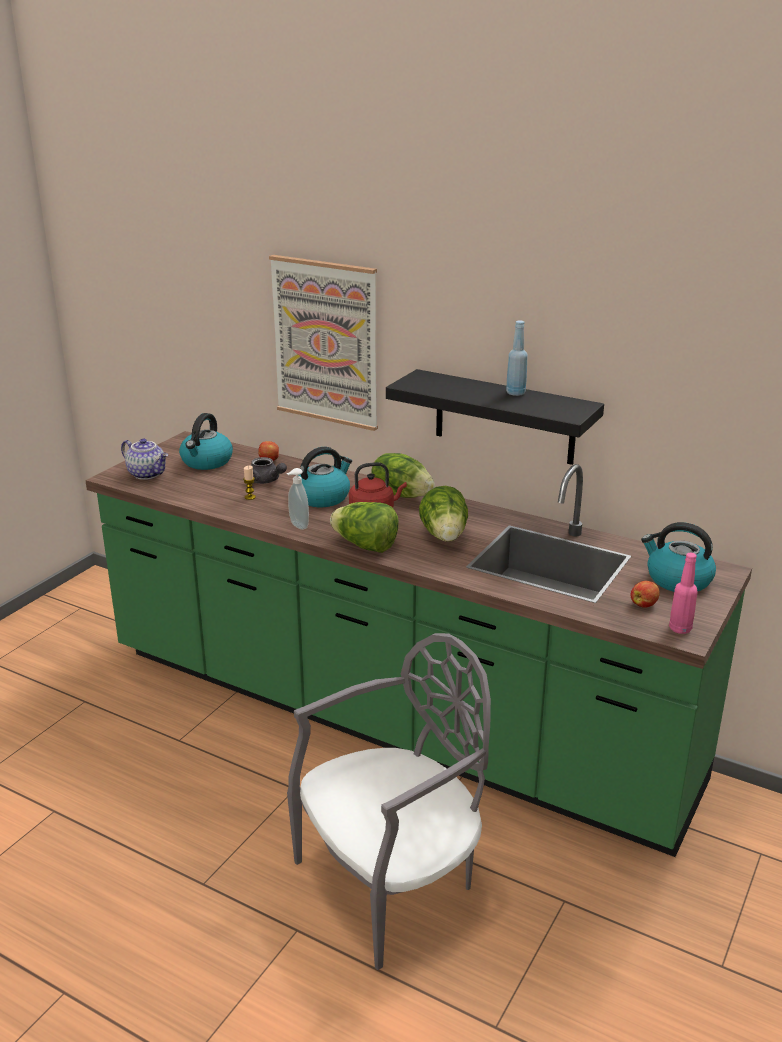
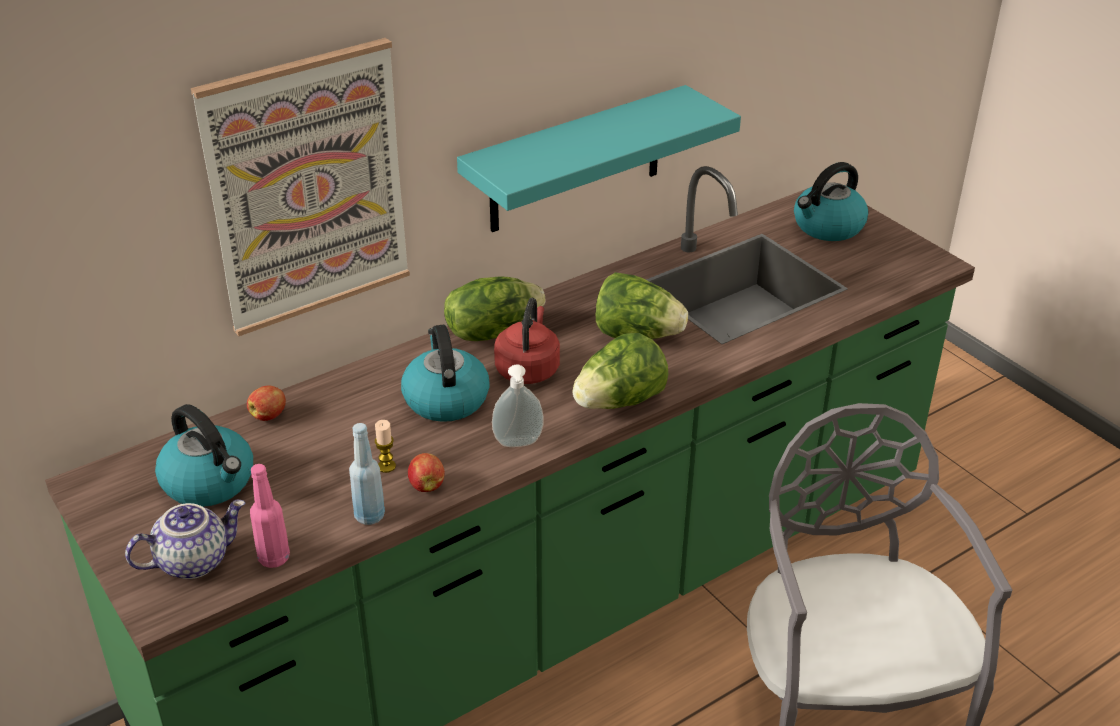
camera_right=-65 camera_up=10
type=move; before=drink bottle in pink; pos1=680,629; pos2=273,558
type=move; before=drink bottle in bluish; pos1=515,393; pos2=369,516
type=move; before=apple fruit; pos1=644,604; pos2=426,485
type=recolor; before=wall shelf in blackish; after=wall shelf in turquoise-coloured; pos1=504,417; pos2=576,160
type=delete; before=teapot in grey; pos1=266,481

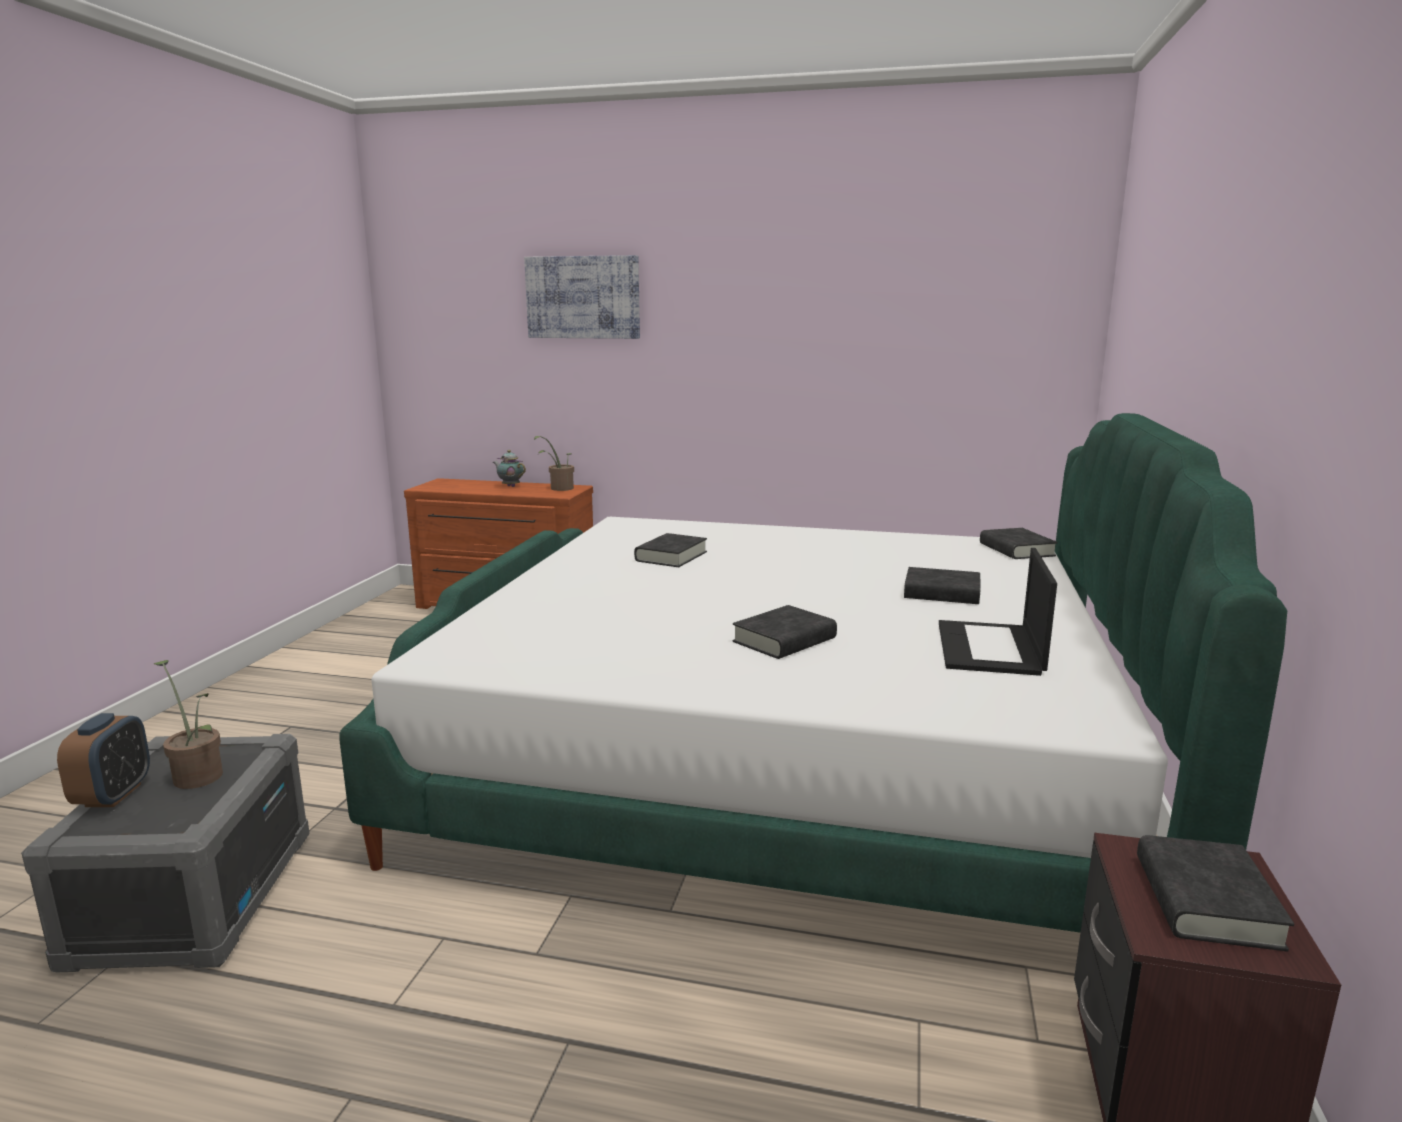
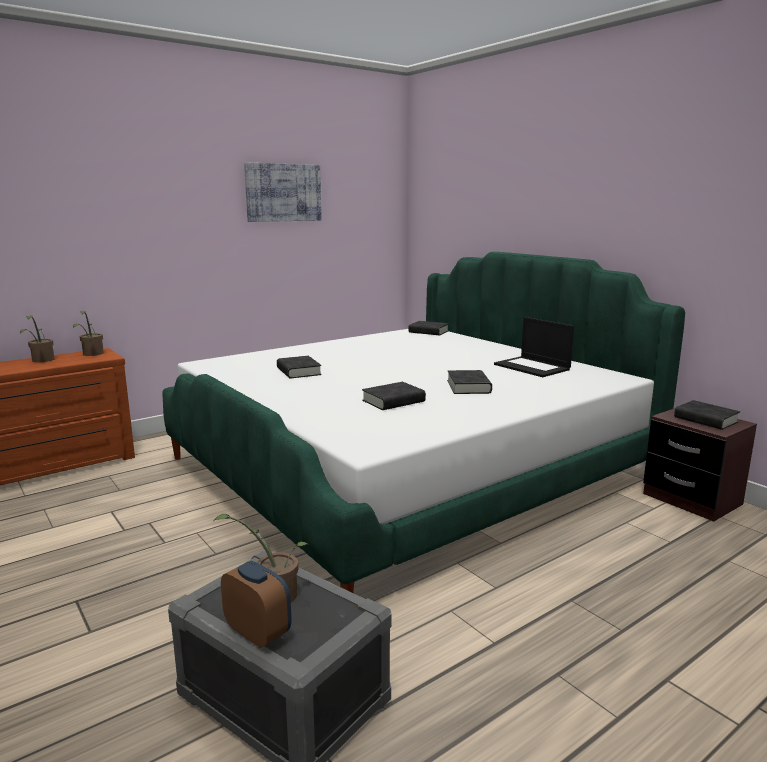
camera_right=-50 camera_up=0
type=replace; before=teapot; after=plant in a pot; pos1=510,486; pos2=41,360
type=move; before=picture; pos1=583,297; pos2=283,192
type=move; before=book in blackish; pos1=941,593; pos2=393,401

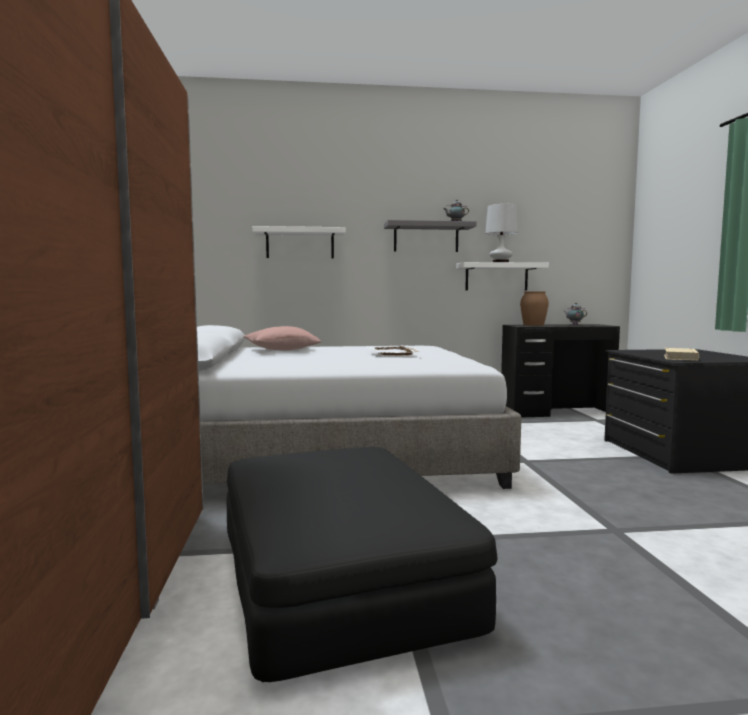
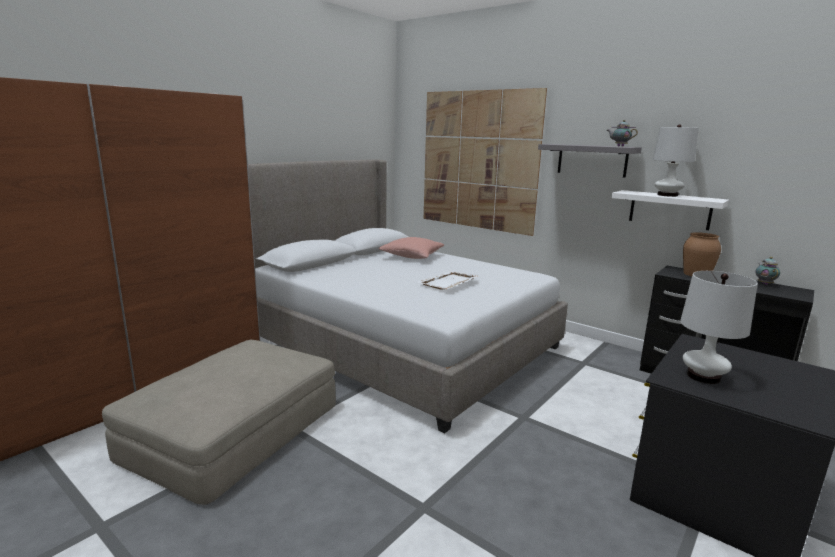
camera_right=45 camera_up=10
type=recolor; before=ottoman in blackish; after=ottoman in sand-coloured; pos1=337,573; pos2=233,430
type=replace; before=wall shelf in white; after=picture; pos1=300,244; pos2=478,161
type=replace; before=book in sand-coloured; after=table lamp in white; pos1=681,357; pos2=703,376

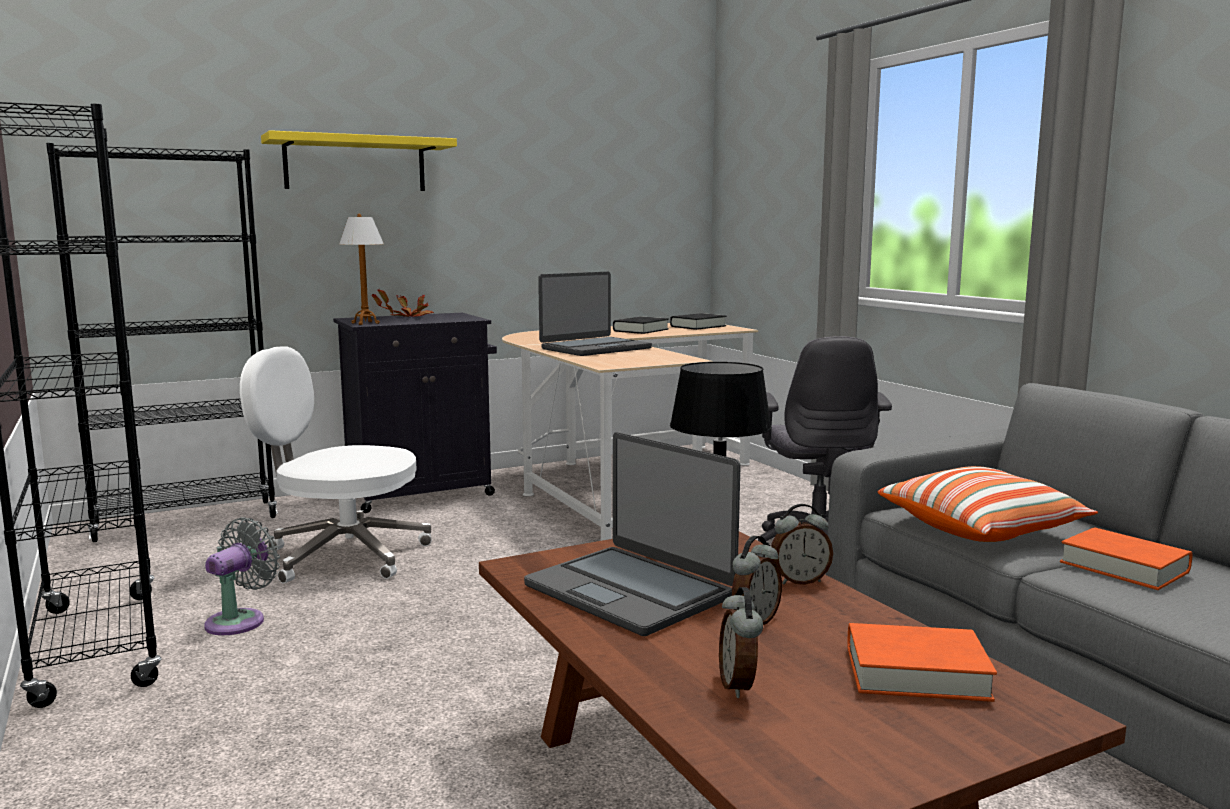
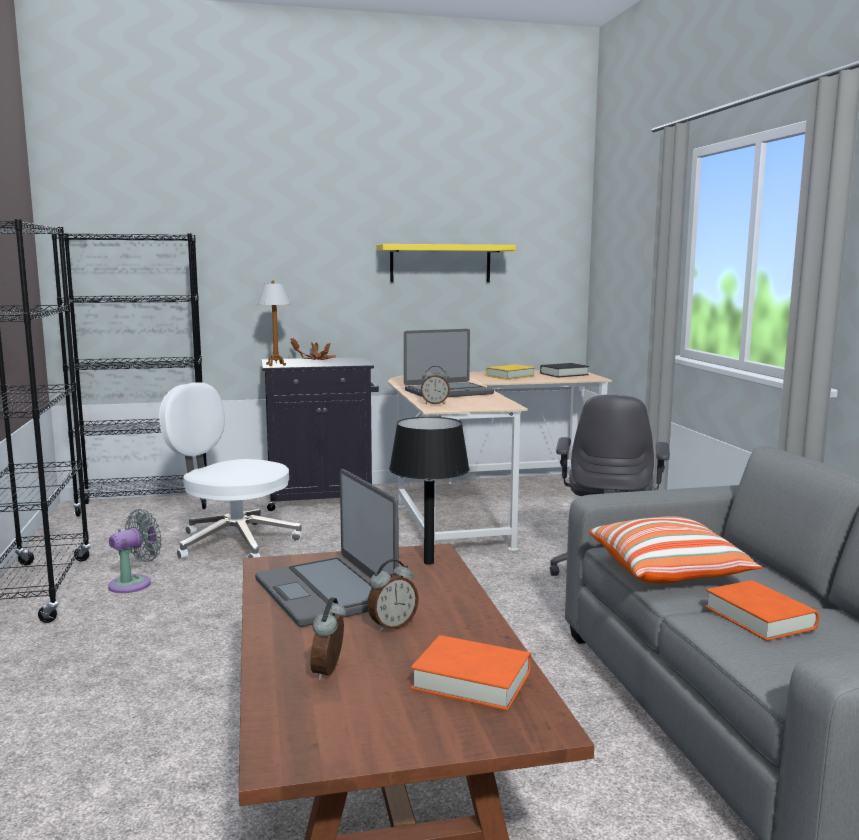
camera_right=15 camera_up=0
type=move; before=wall shelf in yellowish; pos1=355,164; pos2=440,263
type=move; before=alarm clock; pos1=799,581; pos2=435,404
type=recolor; before=book in blackish; after=book in yellowish; pos1=640,330; pos2=510,376

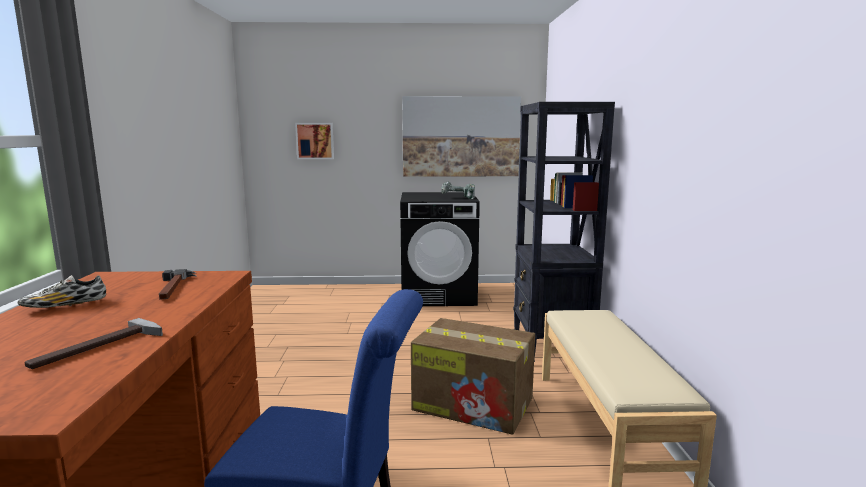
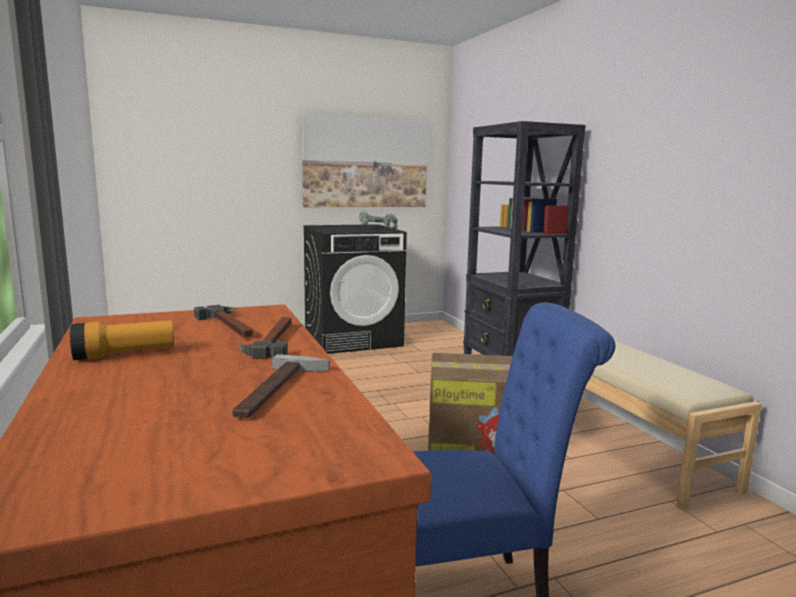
camera_right=-20 camera_up=0
type=replace; before=shoe; after=torch; pos1=65,306; pos2=125,354
type=insert; after=hammer; pos2=273,340
type=delete; before=picture; pos1=315,141

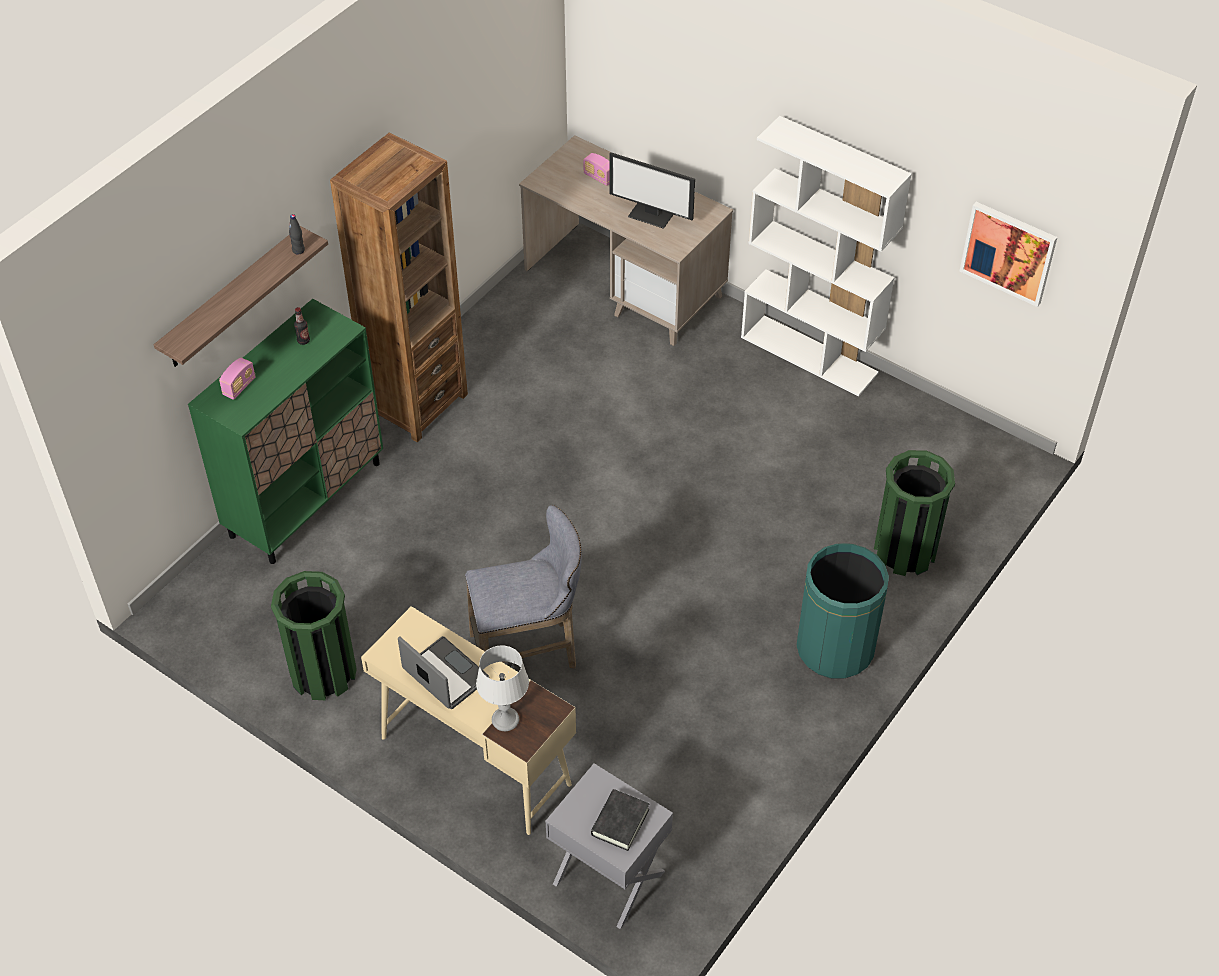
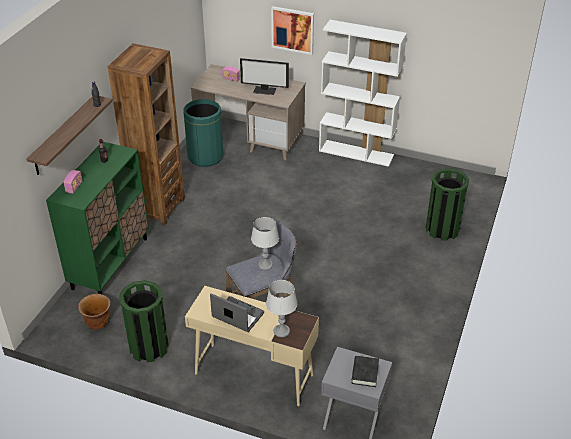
camera_right=-15 camera_up=-10
type=insert; after=flower pot in brown; pos2=97,322
type=move; before=trash can in green-coloured; pos1=835,648; pos2=205,156
type=insert; after=table lamp in grey; pos2=265,265
type=move; before=picture; pos1=1008,252; pos2=293,30

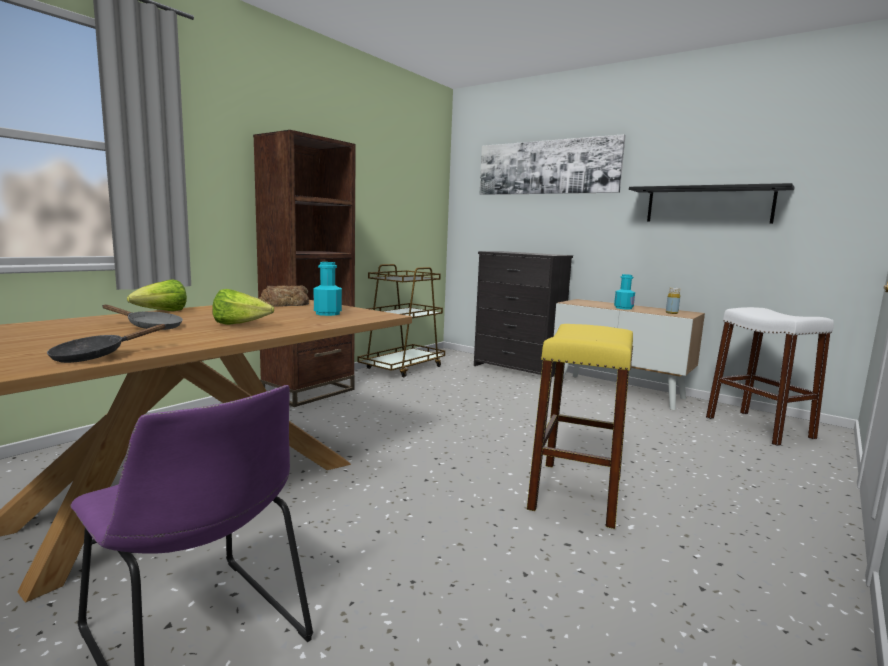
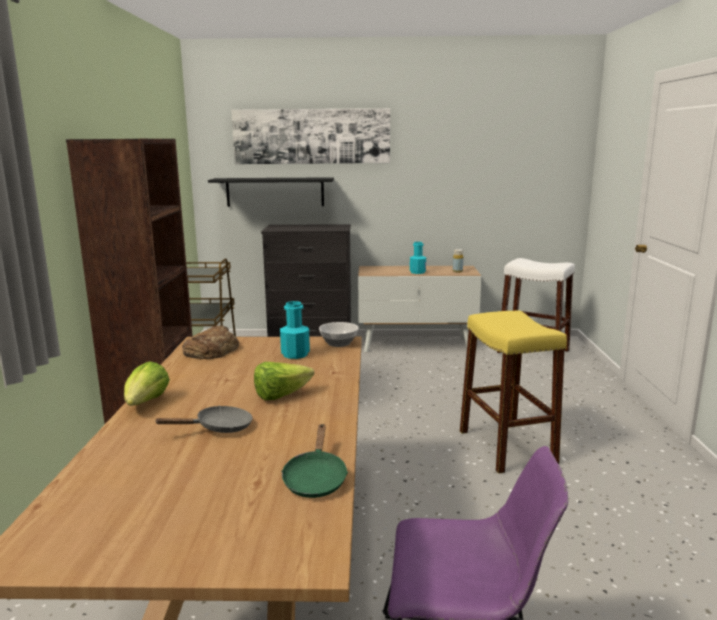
camera_right=-35 camera_up=5
type=move; before=wall shelf in blackish; pos1=708,205; pos2=275,192
type=recolor; before=frying pan in blackish; after=frying pan in green-coloured; pos1=96,356; pos2=315,479
type=insert; after=serving bowl; pos2=338,343

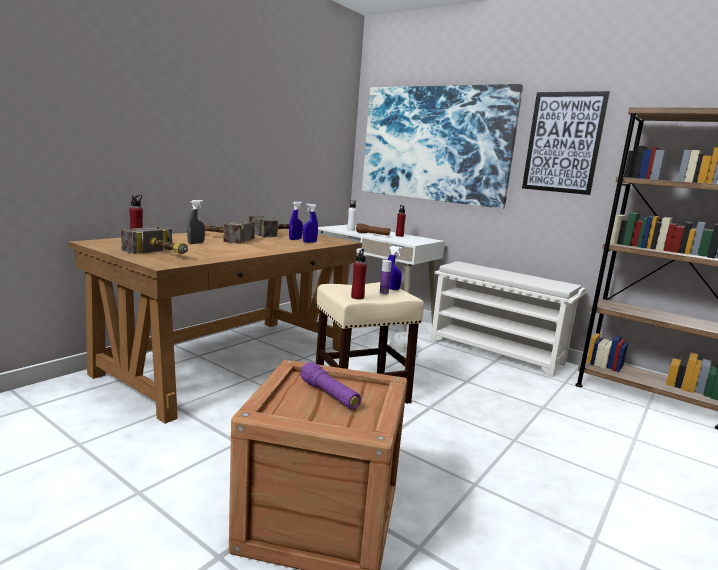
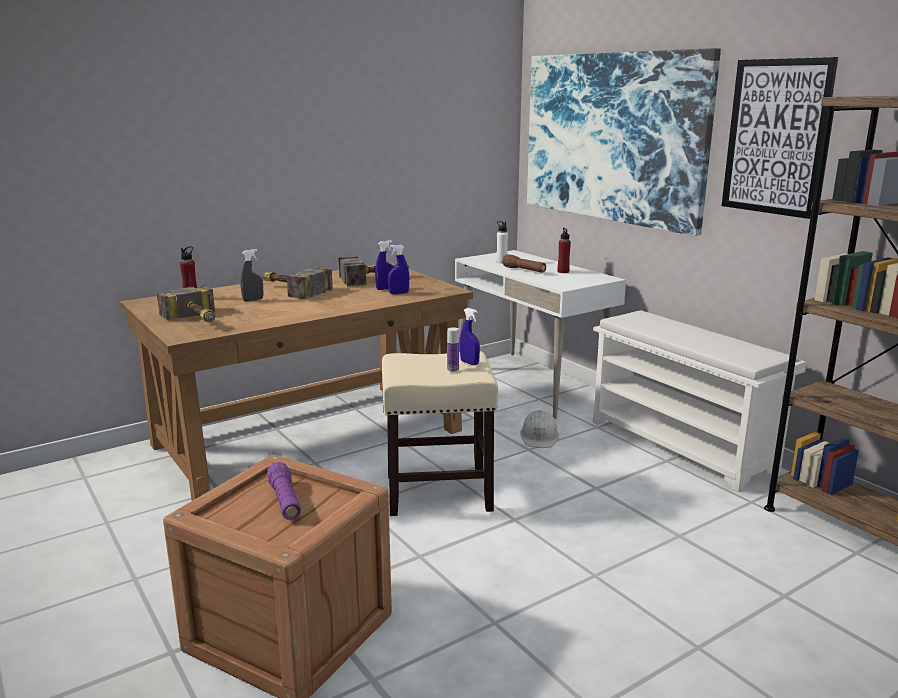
camera_right=20 camera_up=5
type=delete; before=drink bottle in reddish; pos1=357,297

